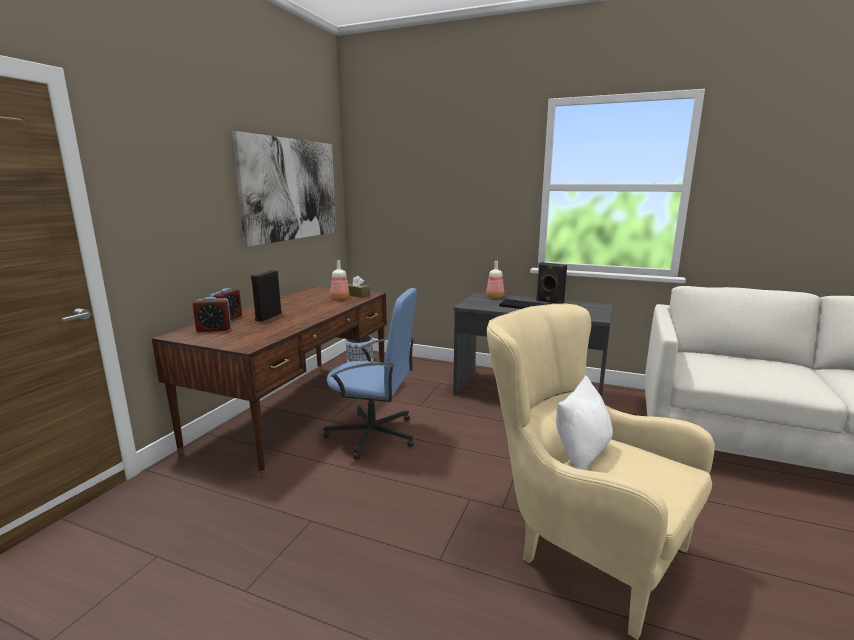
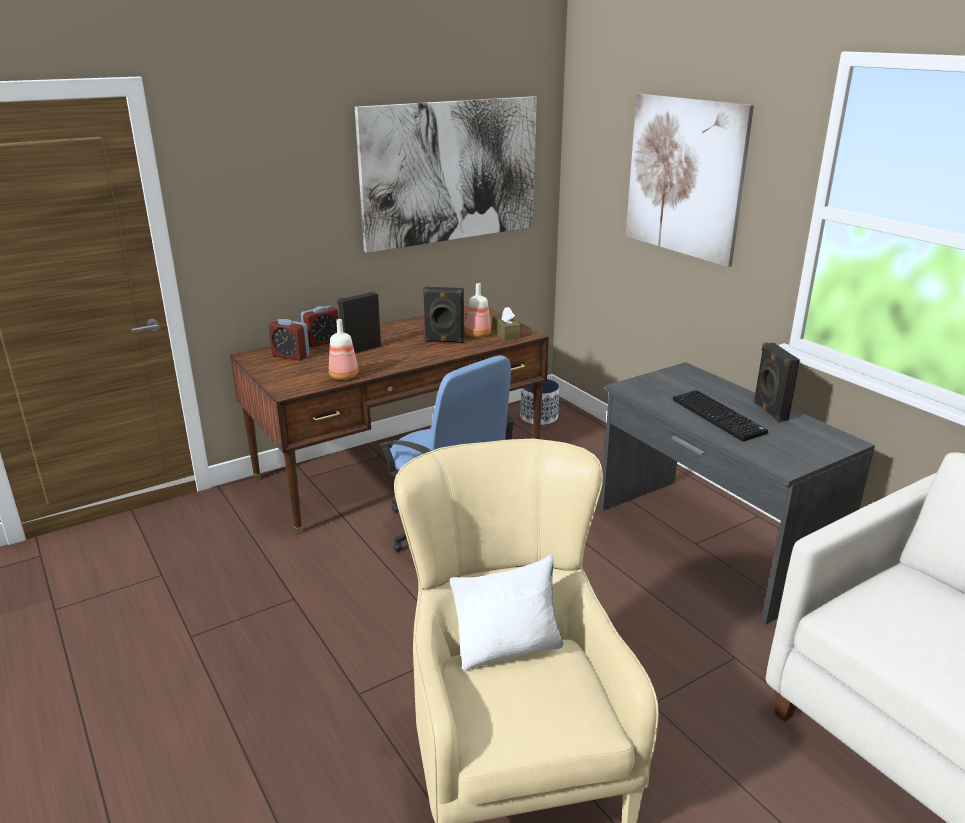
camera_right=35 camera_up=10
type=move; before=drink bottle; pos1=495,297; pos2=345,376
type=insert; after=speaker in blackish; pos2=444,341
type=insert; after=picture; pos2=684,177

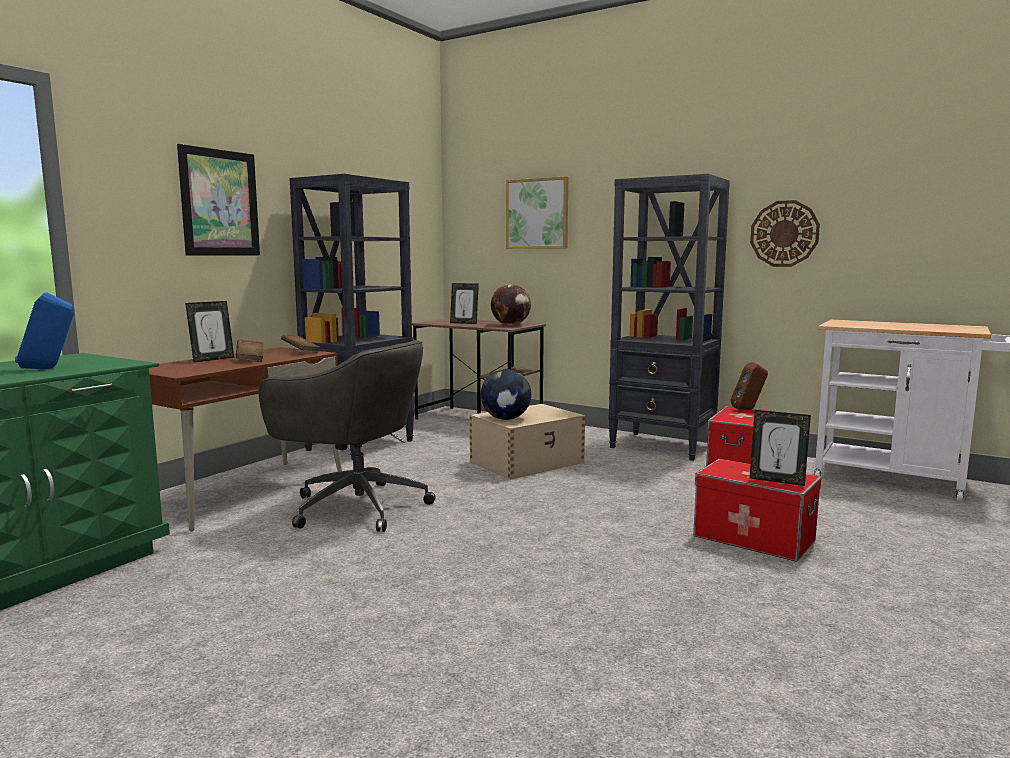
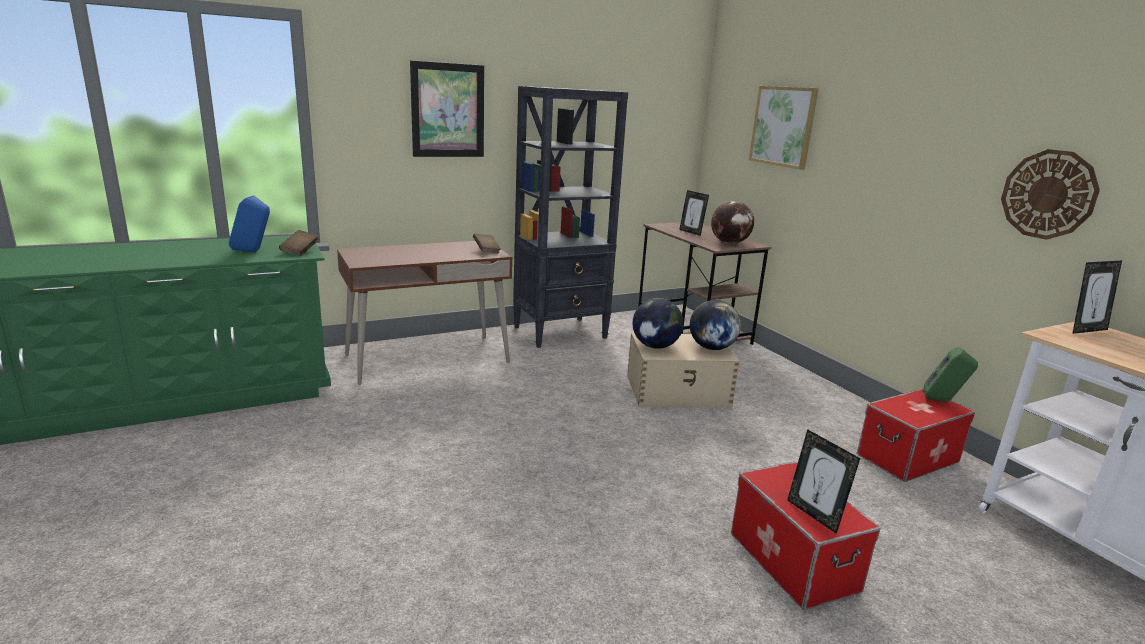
camera_right=30 camera_up=10
type=move; before=book in brown; pos1=250,360; pos2=300,251
type=insert; after=globe; pos2=711,348
type=recolor; before=speaker in brown; after=speaker in green-coloured; pos1=748,409; pos2=943,401
type=move; before=standing frame; pos1=212,359; pos2=1085,330
type=delete; before=desk chair in grey; pos1=355,506
type=delete; before=bookshelf in blackish; pos1=663,446

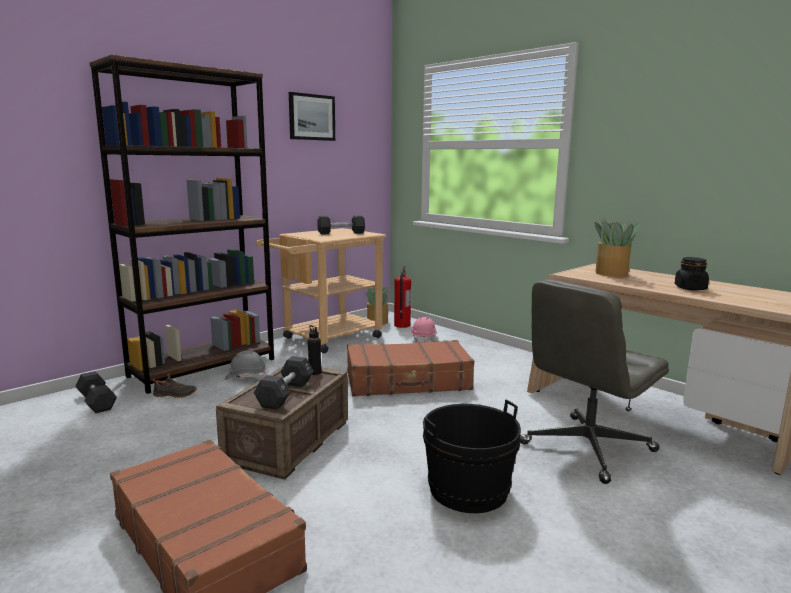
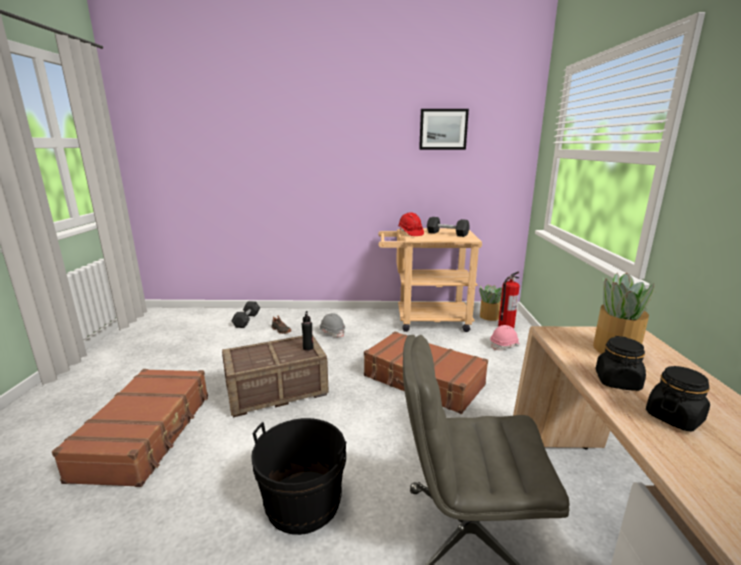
camera_right=45 camera_up=5
type=insert; after=work helmet in reddish; pos2=410,233
type=insert; after=preserve jar in blackish; pos2=617,382
type=delete; before=bookshelf in brown; pos1=203,367
type=delete; before=hand weight in blackish; pos1=285,394

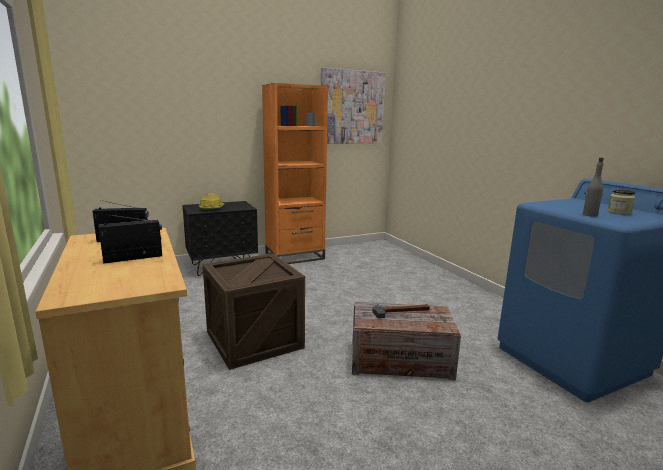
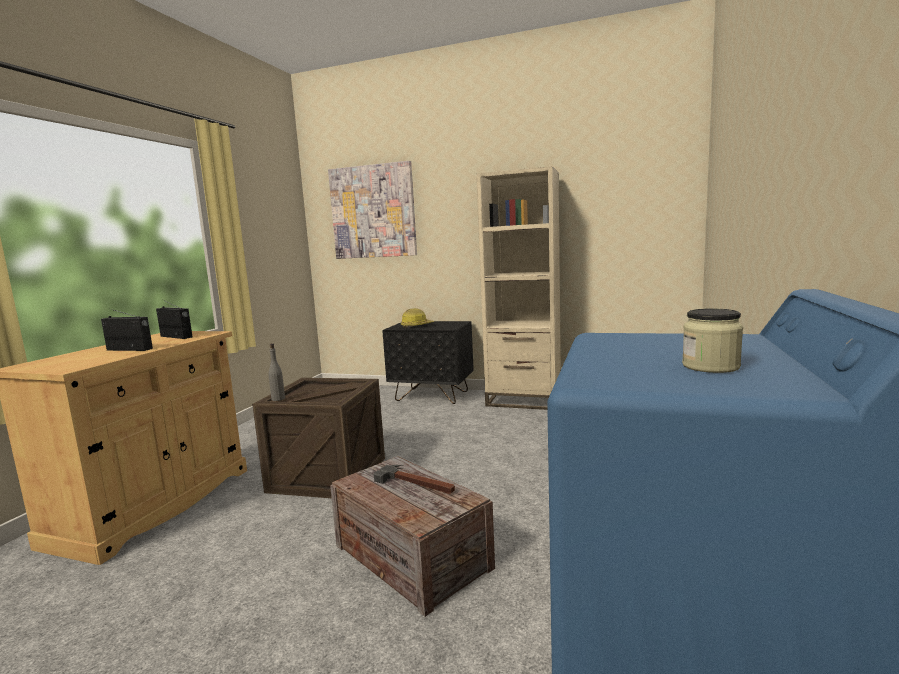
camera_right=45 camera_up=-5
type=move; before=drink bottle in grey; pos1=589,215; pos2=278,399
type=move; before=picture; pos1=352,107; pos2=373,212
type=recolor; before=bookshelf in orangey; after=bookshelf in sand-coloured; pos1=295,257; pos2=524,400

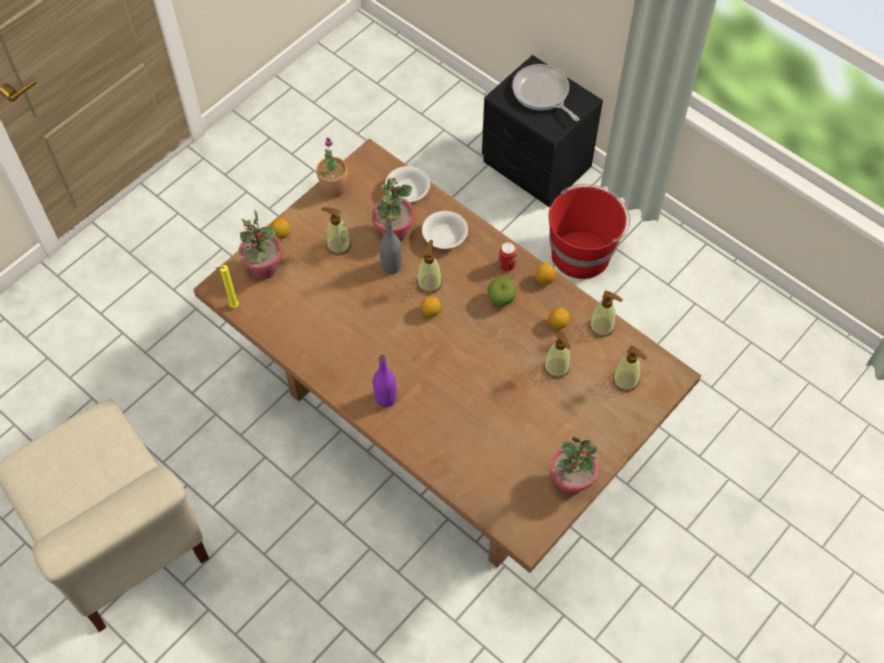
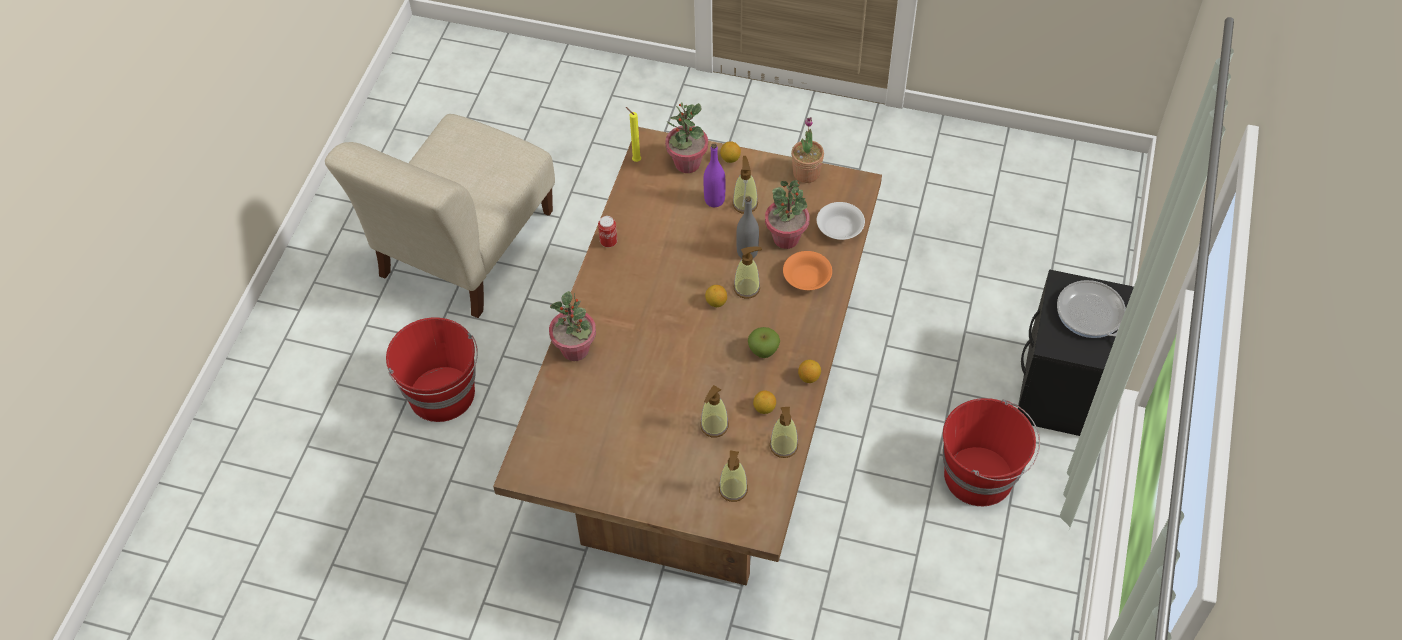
camera_right=65 camera_up=-5
type=insert; after=bucket in reddish; pos2=442,394
type=move; before=plant in a pot; pos1=571,481; pos2=575,350
type=move; before=can; pos1=506,265; pos2=608,242
type=move; before=drink bottle in purple-coloured; pos1=385,398; pos2=714,200
type=recolor; before=serving bowl in white; after=serving bowl in orangey; pos1=445,237; pos2=806,279
type=rotate; before=frying pan; pos1=542,93; pos2=1092,316; turn=-60

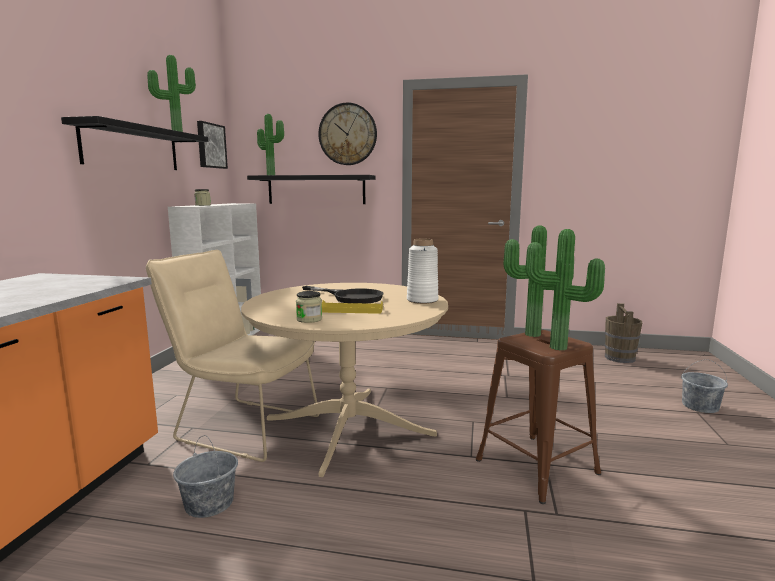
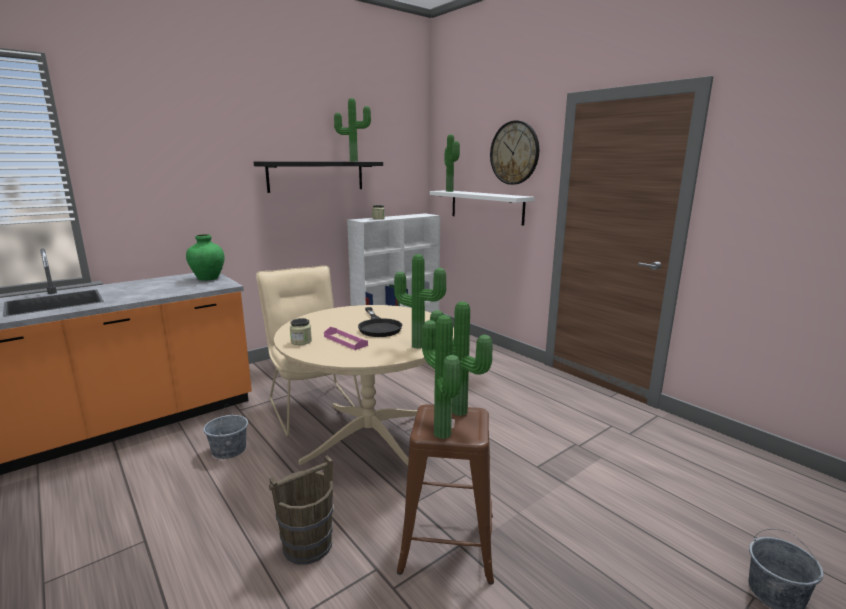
camera_right=40 camera_up=5
type=insert; after=decorative vase in green-coloured; pos2=208,278
type=move; before=bucket in brown; pos1=619,358; pos2=307,545
type=recolor; before=tray in yellowish; after=tray in pink; pos1=352,310; pos2=345,341
type=replace; before=decorative vase in white; after=plant in a pot; pos1=422,300; pos2=419,345
type=recolor; before=wall shelf in blackish; after=wall shelf in white; pos1=316,189; pos2=486,206
type=delete; before=picture; pos1=210,146

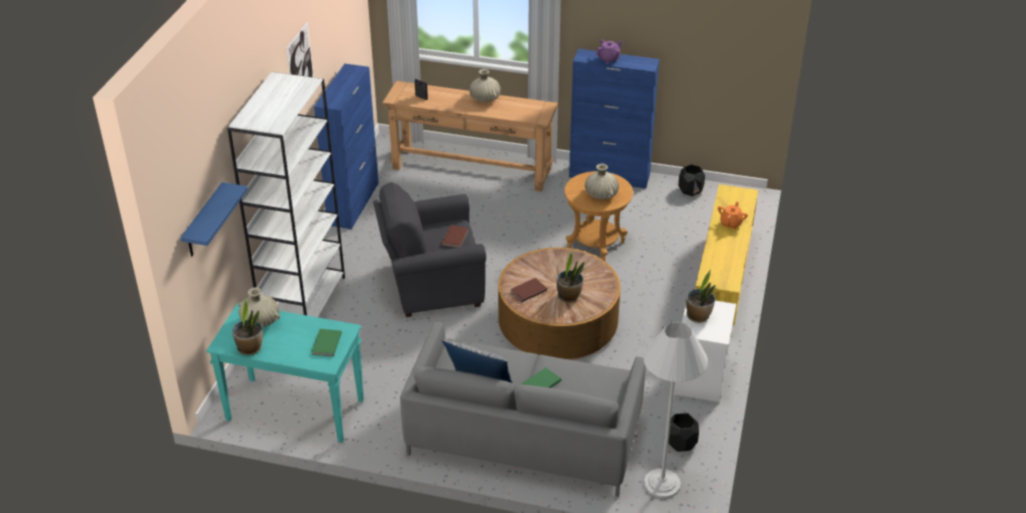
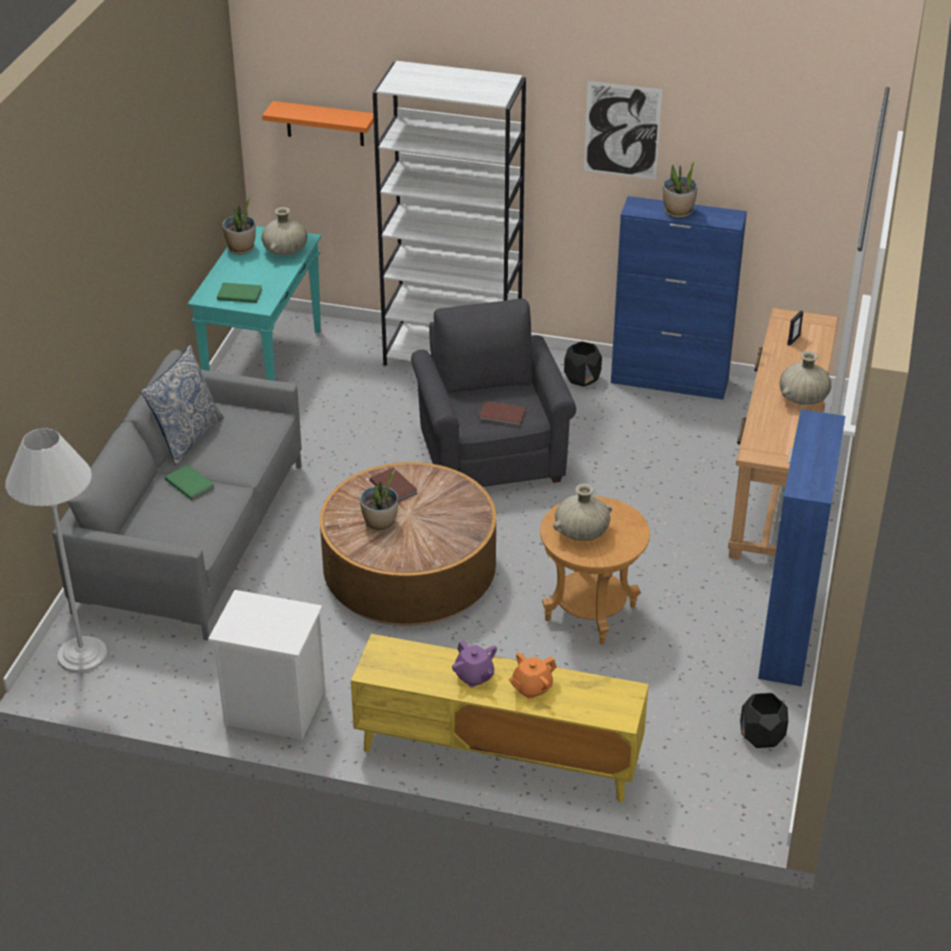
camera_right=90 camera_up=0
type=recolor; before=wall shelf in bluish; after=wall shelf in orangey; pos1=204,222; pos2=325,123
type=move; before=teapot in purple-coloured; pos1=608,59; pos2=474,676
type=rotate; before=teapot in orangey; pos1=731,223; pos2=531,688; turn=120
type=move; before=flower pot in blackish; pos1=681,443; pos2=582,379
type=move; before=plant in a pot; pos1=698,316; pos2=678,212

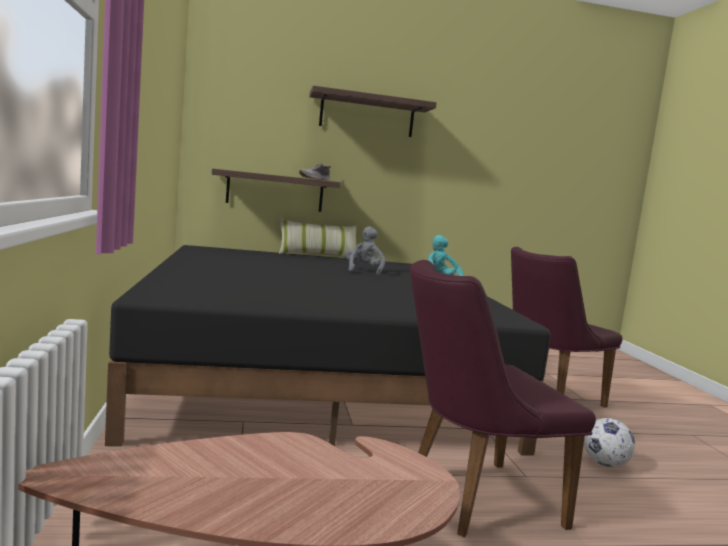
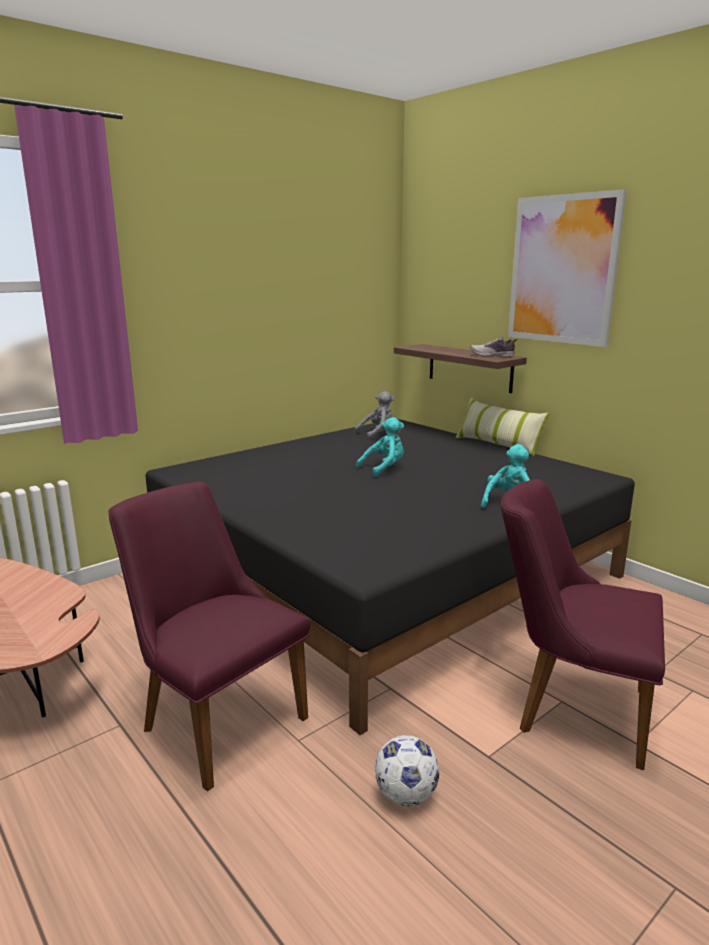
camera_right=60 camera_up=10
type=move; before=plush toy in grey; pos1=364,271; pos2=377,434
type=insert; after=plush toy in turquoise-coloured; pos2=384,468
type=replace; before=wall shelf; after=picture; pos1=367,115; pos2=562,270

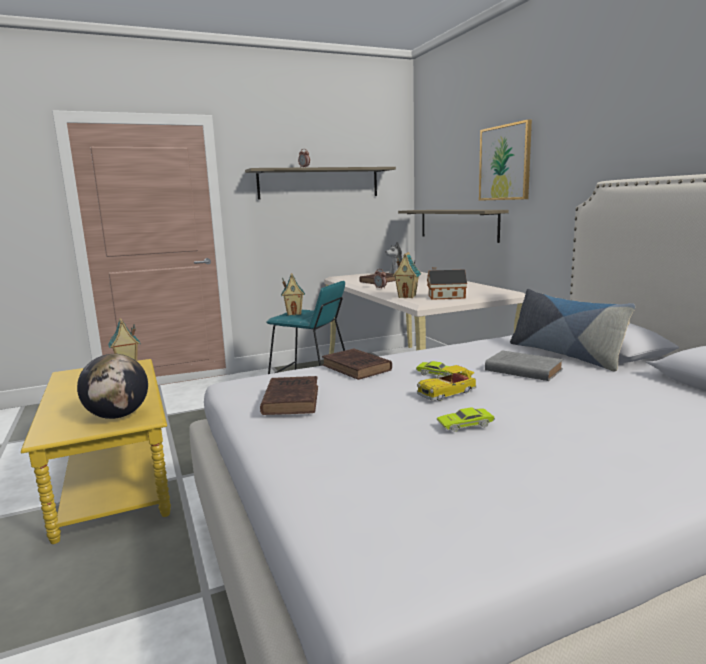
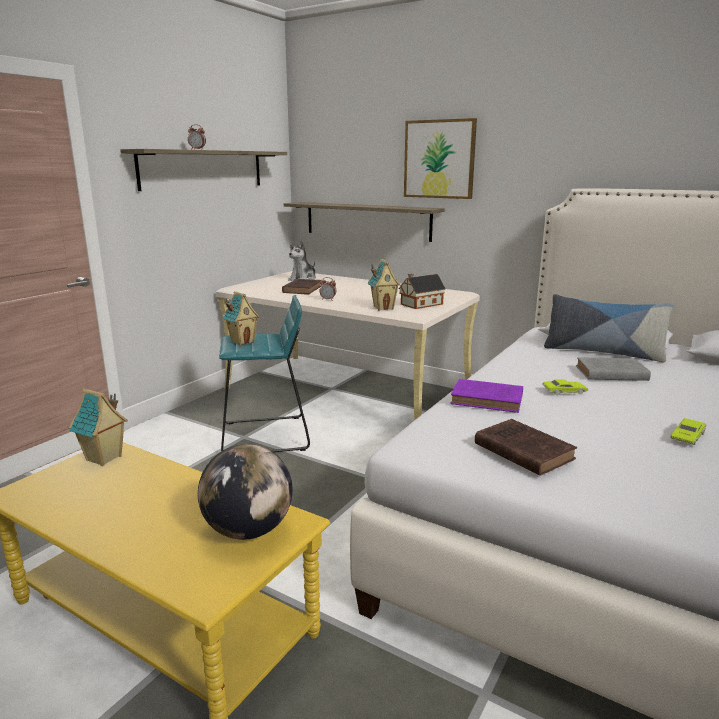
camera_right=-35 camera_up=5
type=recolor; before=book in brown; after=book in purple-coloured; pos1=357,368; pos2=489,400
type=delete; before=model car; pos1=447,393

